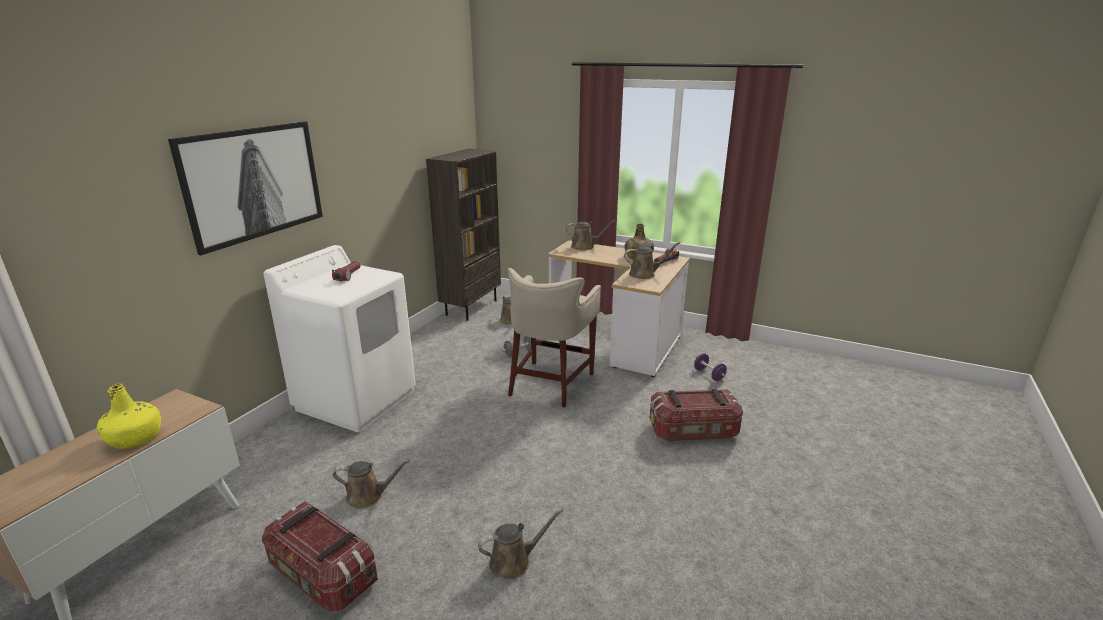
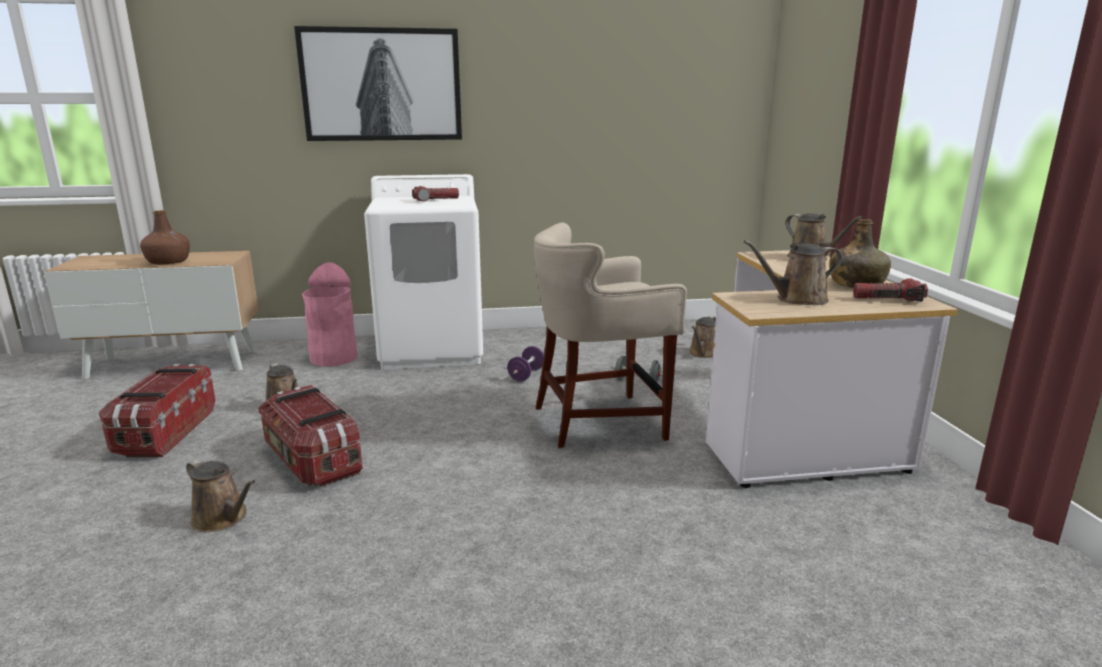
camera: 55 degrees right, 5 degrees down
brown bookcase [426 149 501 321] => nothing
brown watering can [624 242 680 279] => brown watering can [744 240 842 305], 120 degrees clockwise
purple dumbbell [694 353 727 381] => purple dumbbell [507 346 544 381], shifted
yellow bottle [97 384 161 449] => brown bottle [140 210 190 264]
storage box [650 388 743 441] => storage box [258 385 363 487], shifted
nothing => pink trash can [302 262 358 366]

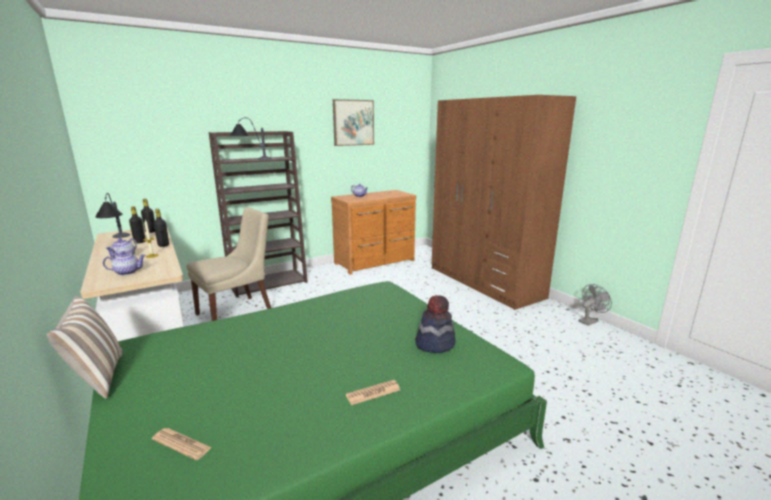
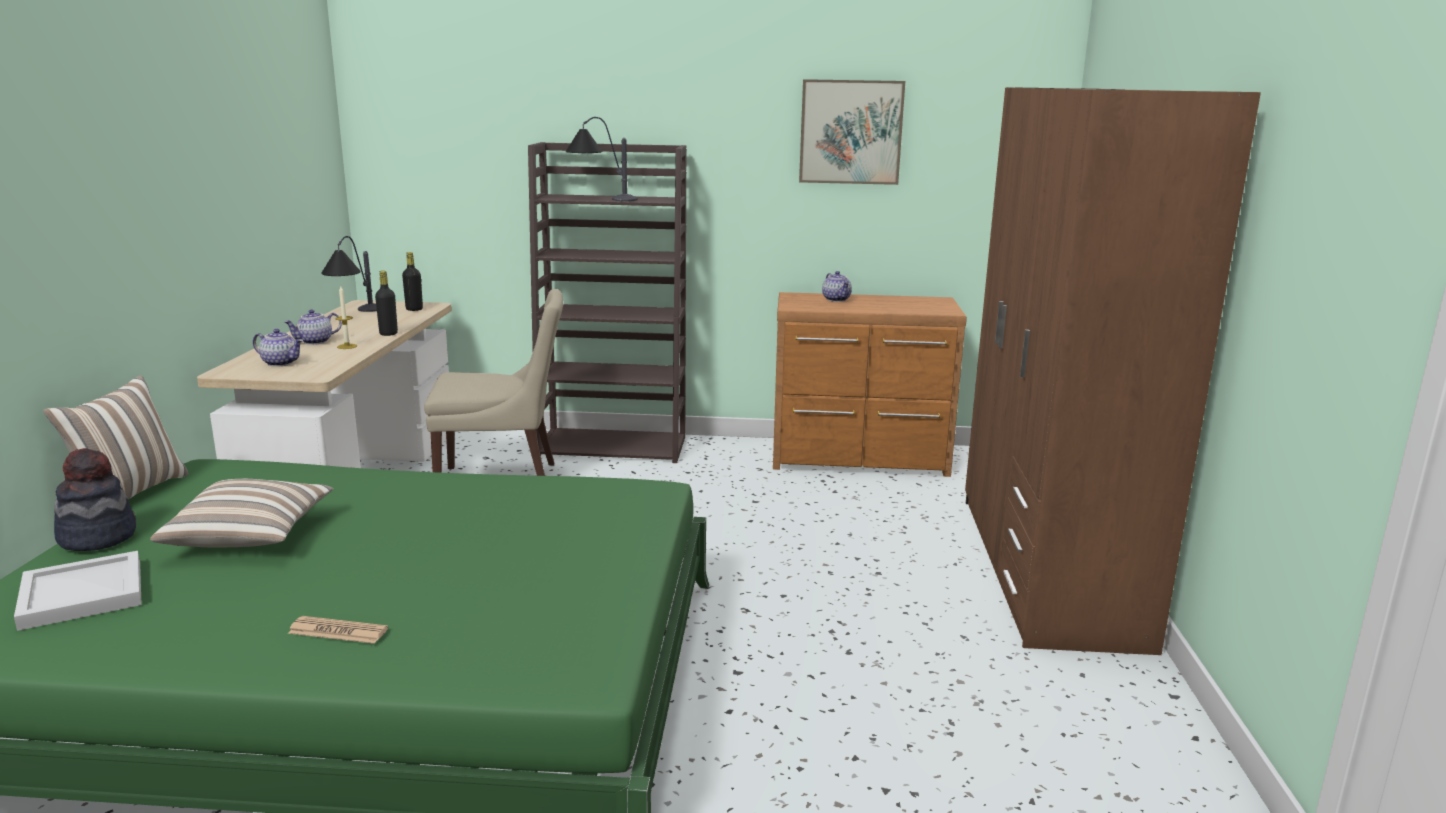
camera: 35 degrees right, 0 degrees up
black bottle [129 206 145 243] => nothing
grey fan [579 284 612 326] => nothing
hat [415 295 456 353] => hat [54 448 136 551], shifted
newspaper [152 428 212 460] => white tray [14 551 142 631]
nothing => pillow [150 479 334 548]

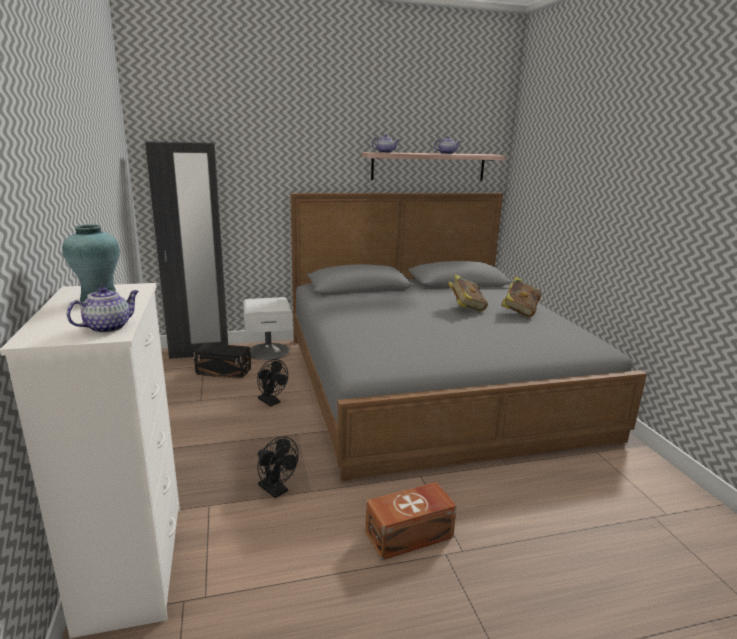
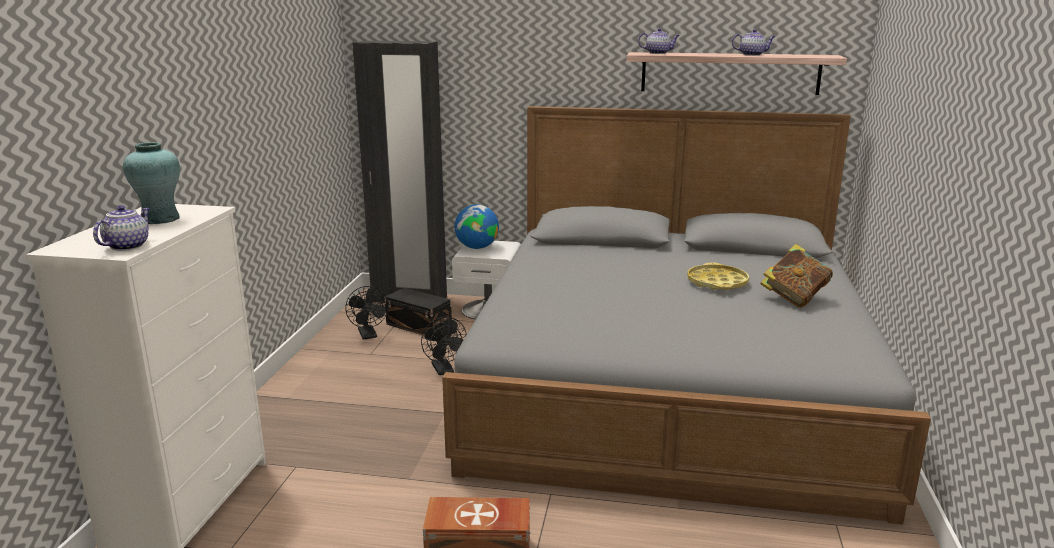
camera: 25 degrees right, 0 degrees up
book [448 275 488 311] => yellow tray [687 262 749 290]
teapot [66 287 139 333] => teapot [93 205 150 251], 45 degrees counterclockwise
black fan [257 436 298 498] => black fan [345 286 389 340], shifted
nothing => globe [455 204 499 249]

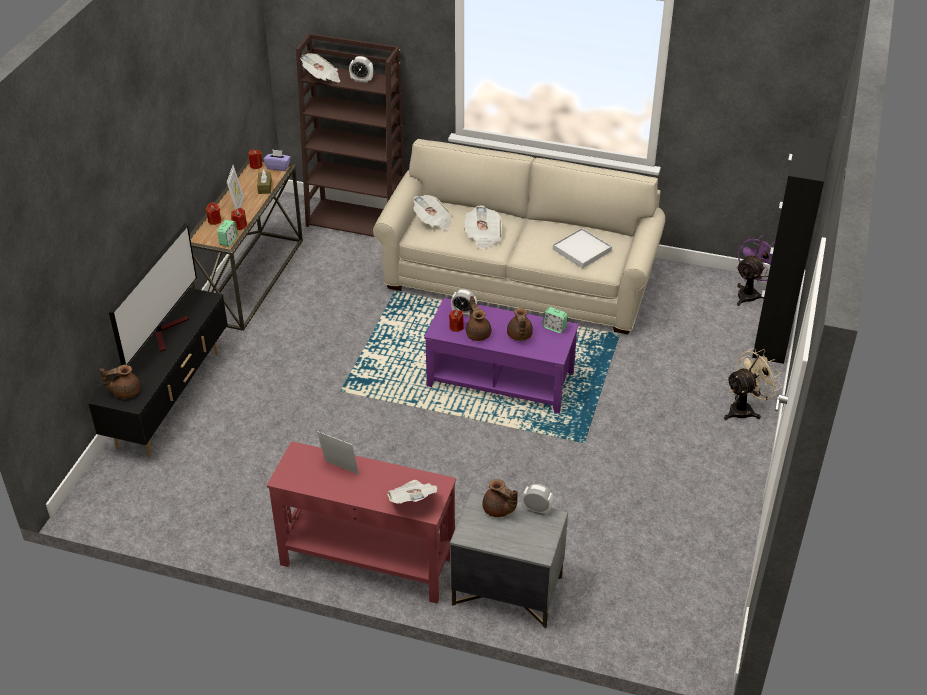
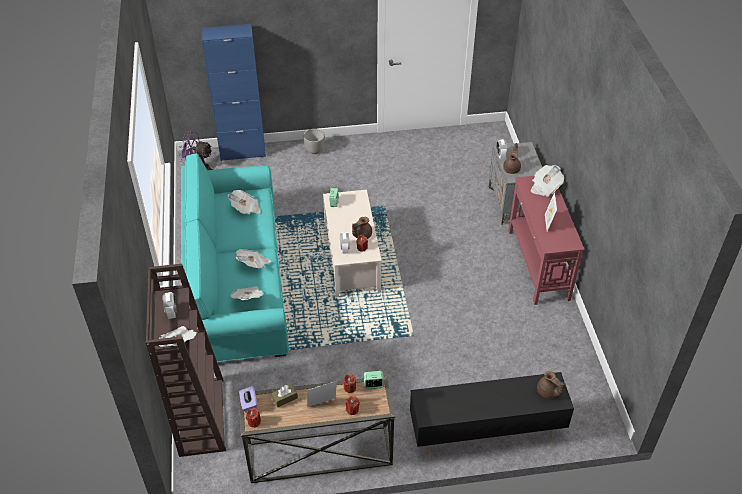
camera: 115 degrees left, 5 degrees up
black cabinet [752 136 831 364] => blue cabinet [201 24 266 161]
beige sofa [373 139 665 334] => turquoise sofa [181 153 289 362]
television [109 223 197 365] => nothing
white tray [553 228 612 268] => newspaper [228 190 261 214]
purple coffee table [424 298 579 414] => beige coffee table [323 190 382 297]
brown teapot [507 308 533 341] => nothing
beige fan [724 348 782 420] => planter [303 129 325 154]

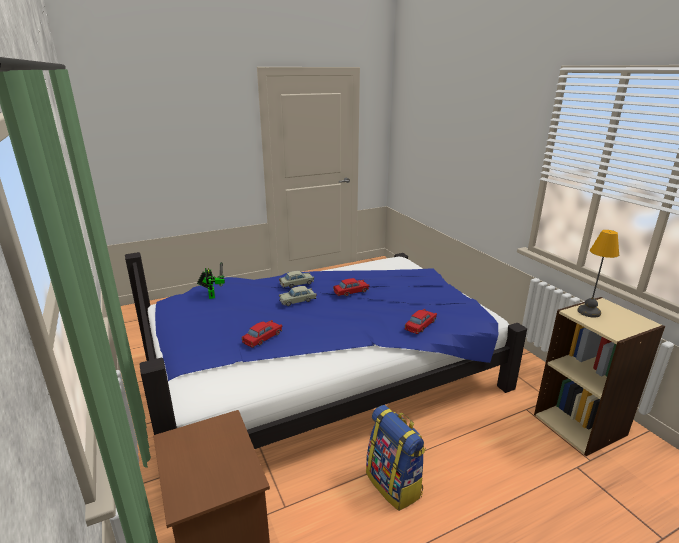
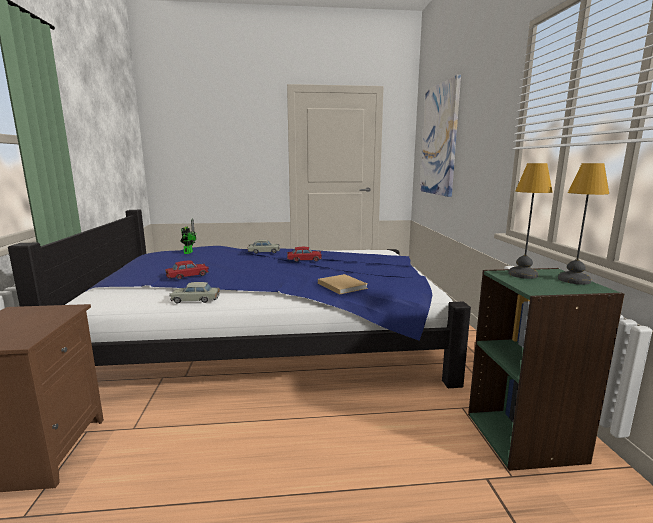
camera: 20 degrees right, 10 degrees down
beige toy car [279 286 317 306] => beige toy car [169 282 219 303], shifted
beige bookcase [534 297 665 456] => green bookcase [468 268 624 471]
red toy car [404 309 437 334] => beige book [318 274 368 294]
backpack [366 405 426 511] => nothing
nothing => picture [420 75 461 197]
nothing => table lamp [558 163 609 285]

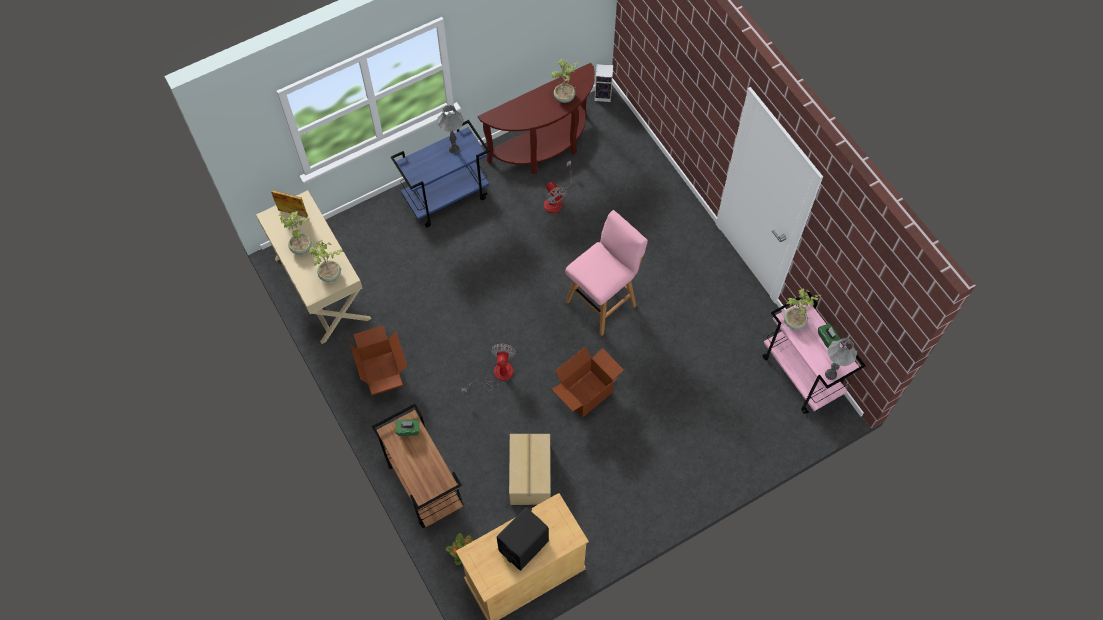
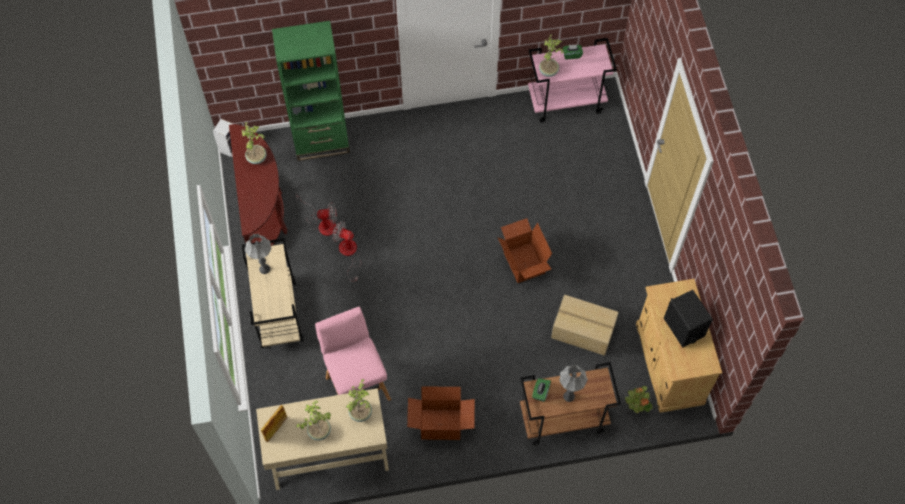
camera: 70 degrees left, 0 degrees up
blue cart [391 120 489 227] => beige cart [242 238 303 348]
pink stool [565 210 648 336] => pink stool [315 306 391 401], shifted
grey table lamp [825 338 857 380] => grey table lamp [560 365 588 402], shifted
fan [461 344 516 392] => fan [332 221 361 282], shifted
nothing => green bookcase [272 21 350 161]

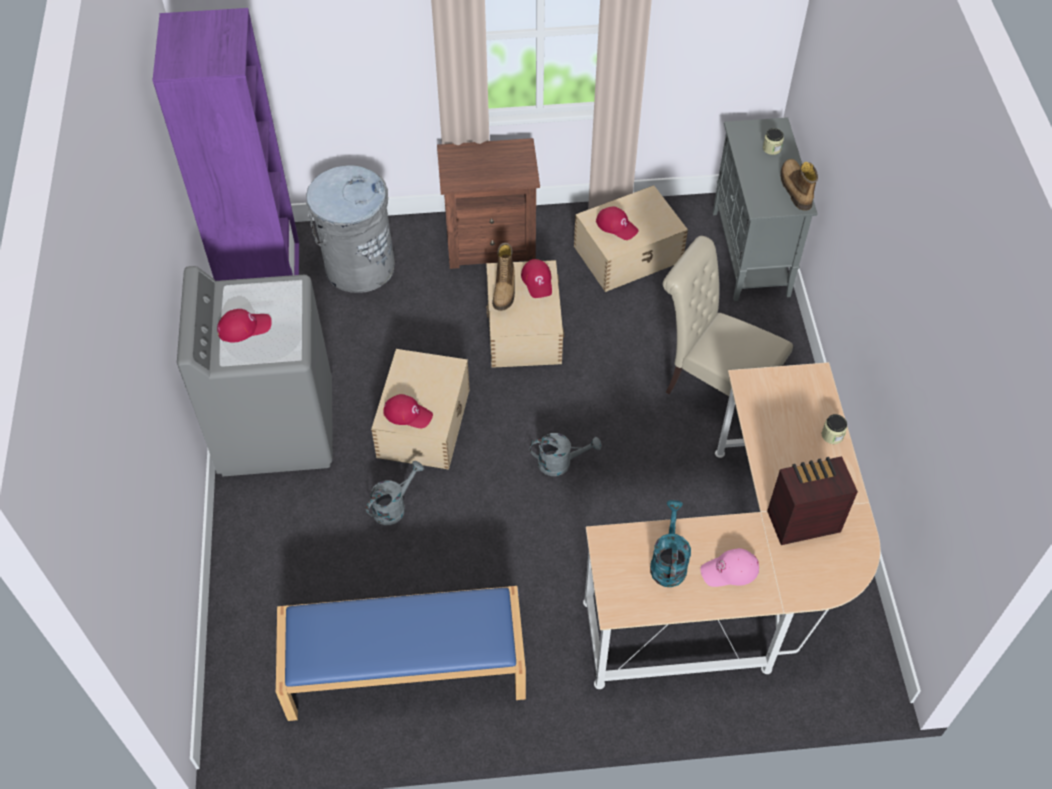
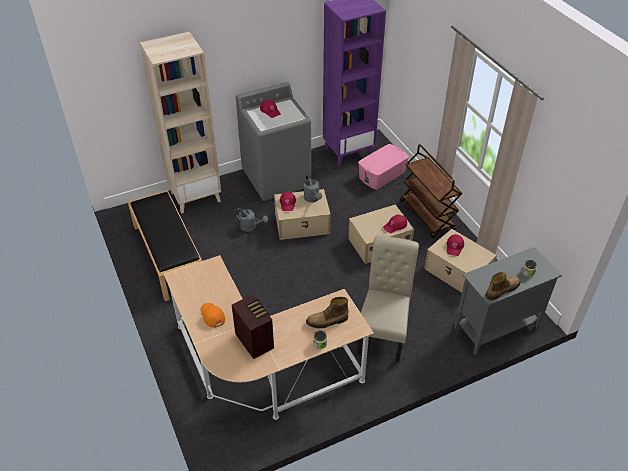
camera: 70 degrees right, 10 degrees down
brown nightstand [437 138 540 269] => brown cart [400 144 462 238]
grey trash can [306 166 395 293] => pink storage box [358 144 409 190]
boot [492 243 515 311] => boot [306 297 348 328], shifted
grey watering can [530 433 602 476] => grey watering can [304 175 322 202], shifted
turquoise watering can [650 500 691 587] => nothing
pink cap [700 548 759 587] => orange cap [200 303 225 328]
blue bench [276 586 526 721] => black bench [128 190 202 301]
nothing => beige bookcase [140 32 221 214]

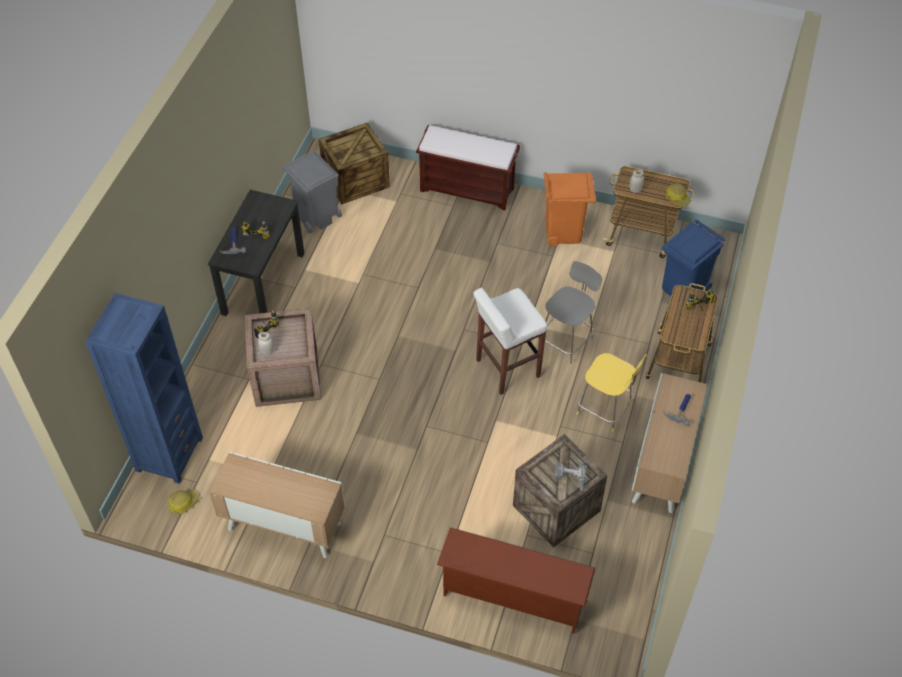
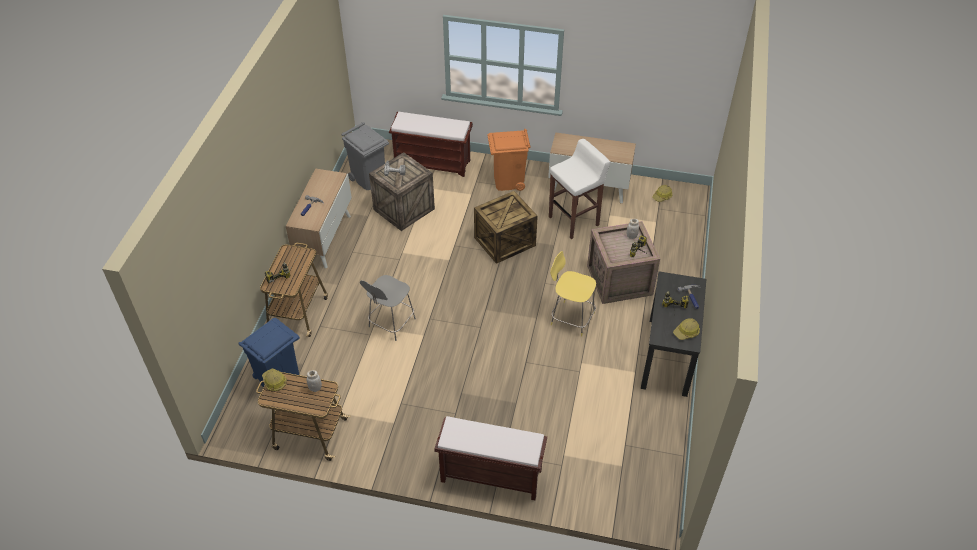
camera: 175 degrees right, 5 degrees down
crate [319 123 390 204] => crate [474 191 538 264], shifted
grey trash can [282 151 342 233] => grey trash can [341 122 389 190], shifted
orange trash can [543 172 596 246] => orange trash can [488 129 531 191], shifted
white stool [474 287 548 395] => white stool [549 139 610 239], shifted
blue bookcase [85 293 203 483] => nothing
yellow stool [577 353 647 432] => yellow stool [550 251 596 337], shifted
brown shoe rack [437 527 596 634] => brown bench [389 112 473 177]
nothing => hard hat [673 318 700 340]

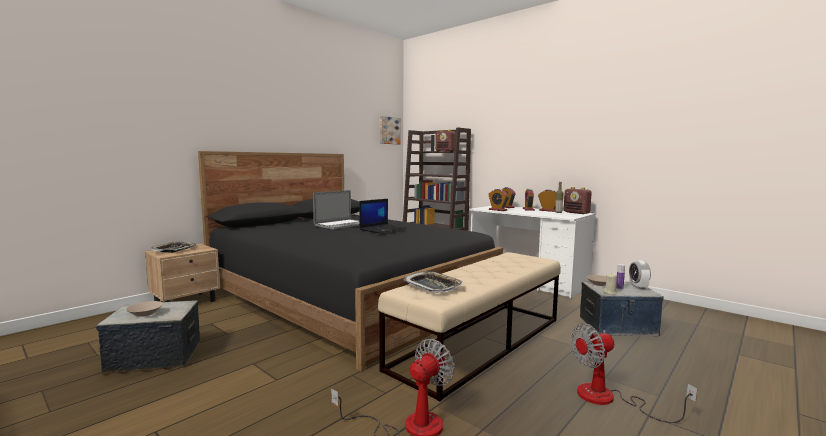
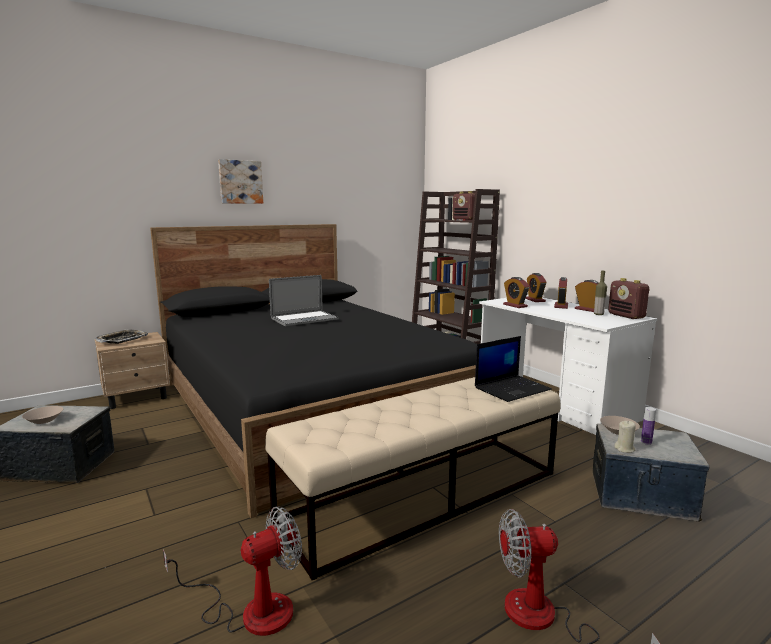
camera: 15 degrees right, 5 degrees up
picture [380 116 401 145] => picture [218 159 263 204], shifted
laptop [359 199 406 233] => laptop [475 336 552 402], shifted
alarm clock [629 260 651 289] => nothing
tray [404 271 463 293] => nothing

